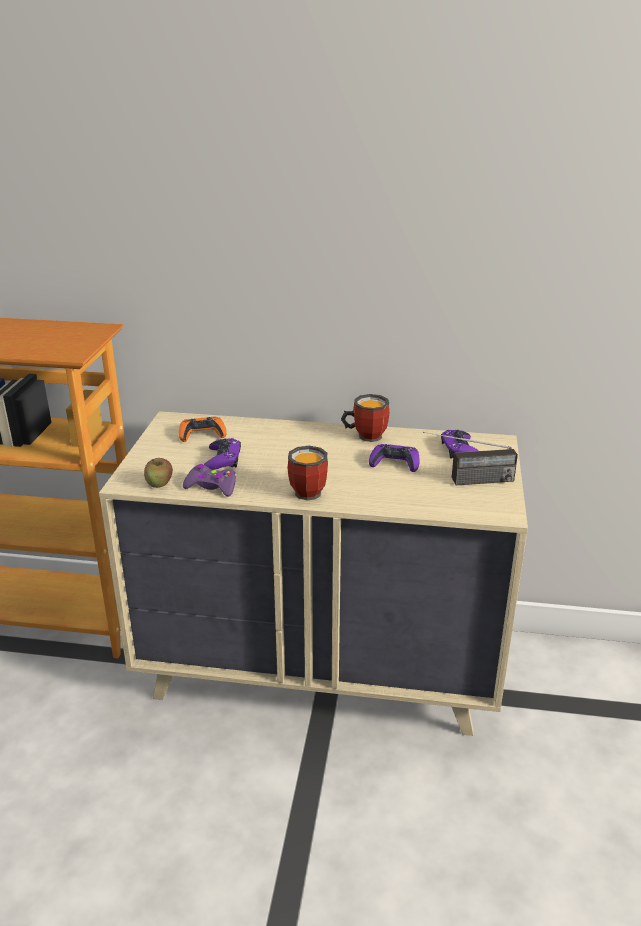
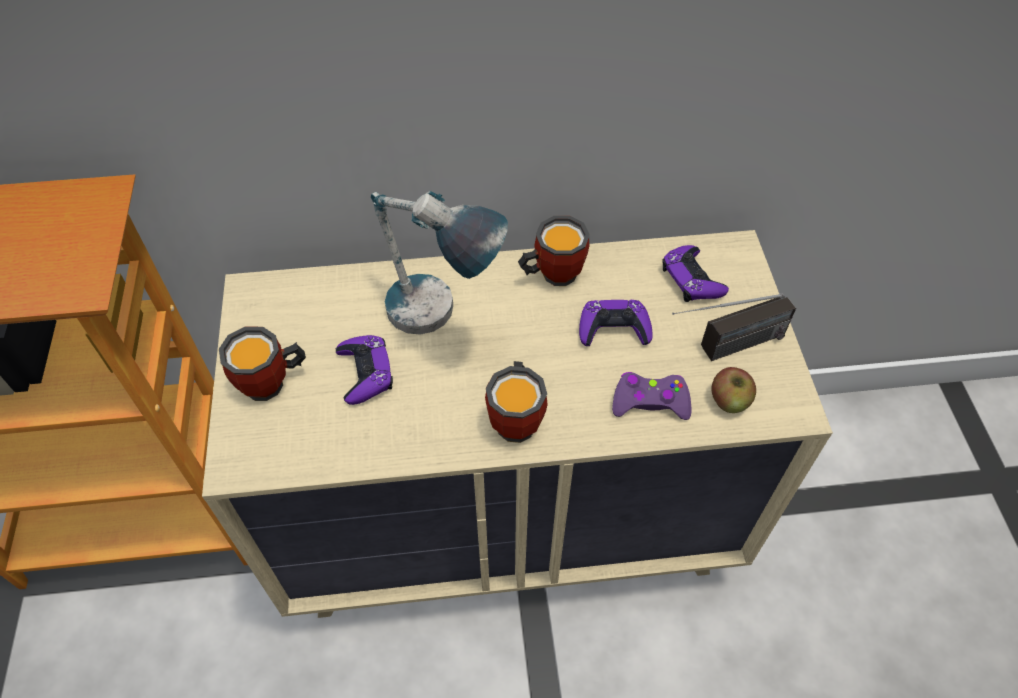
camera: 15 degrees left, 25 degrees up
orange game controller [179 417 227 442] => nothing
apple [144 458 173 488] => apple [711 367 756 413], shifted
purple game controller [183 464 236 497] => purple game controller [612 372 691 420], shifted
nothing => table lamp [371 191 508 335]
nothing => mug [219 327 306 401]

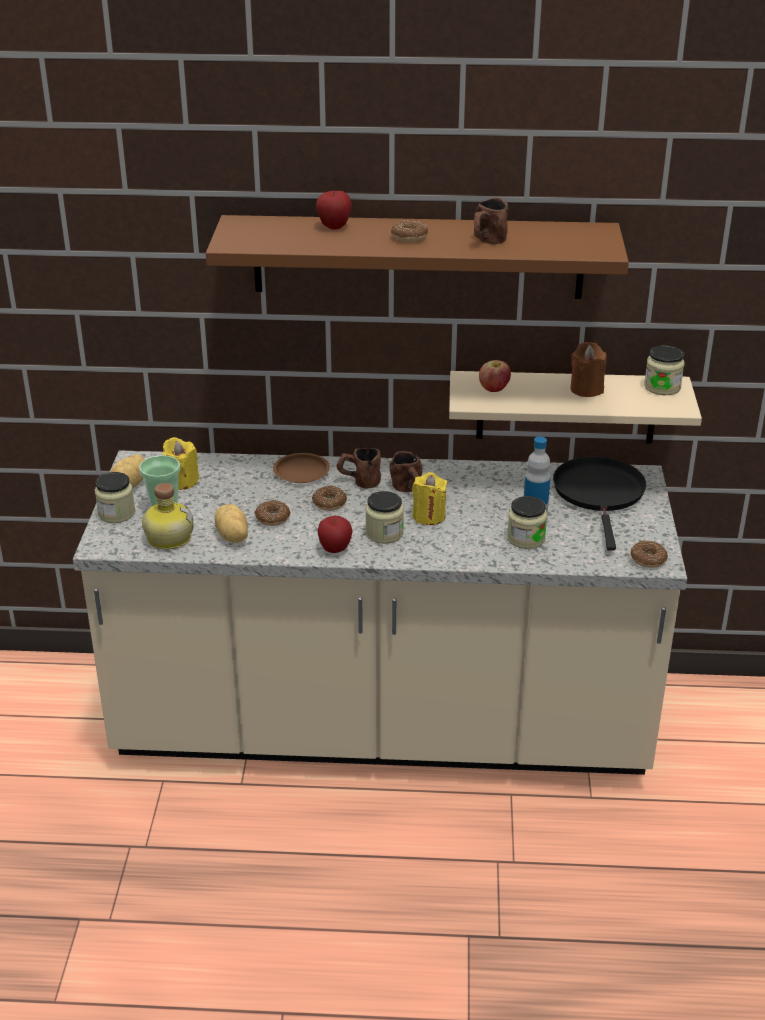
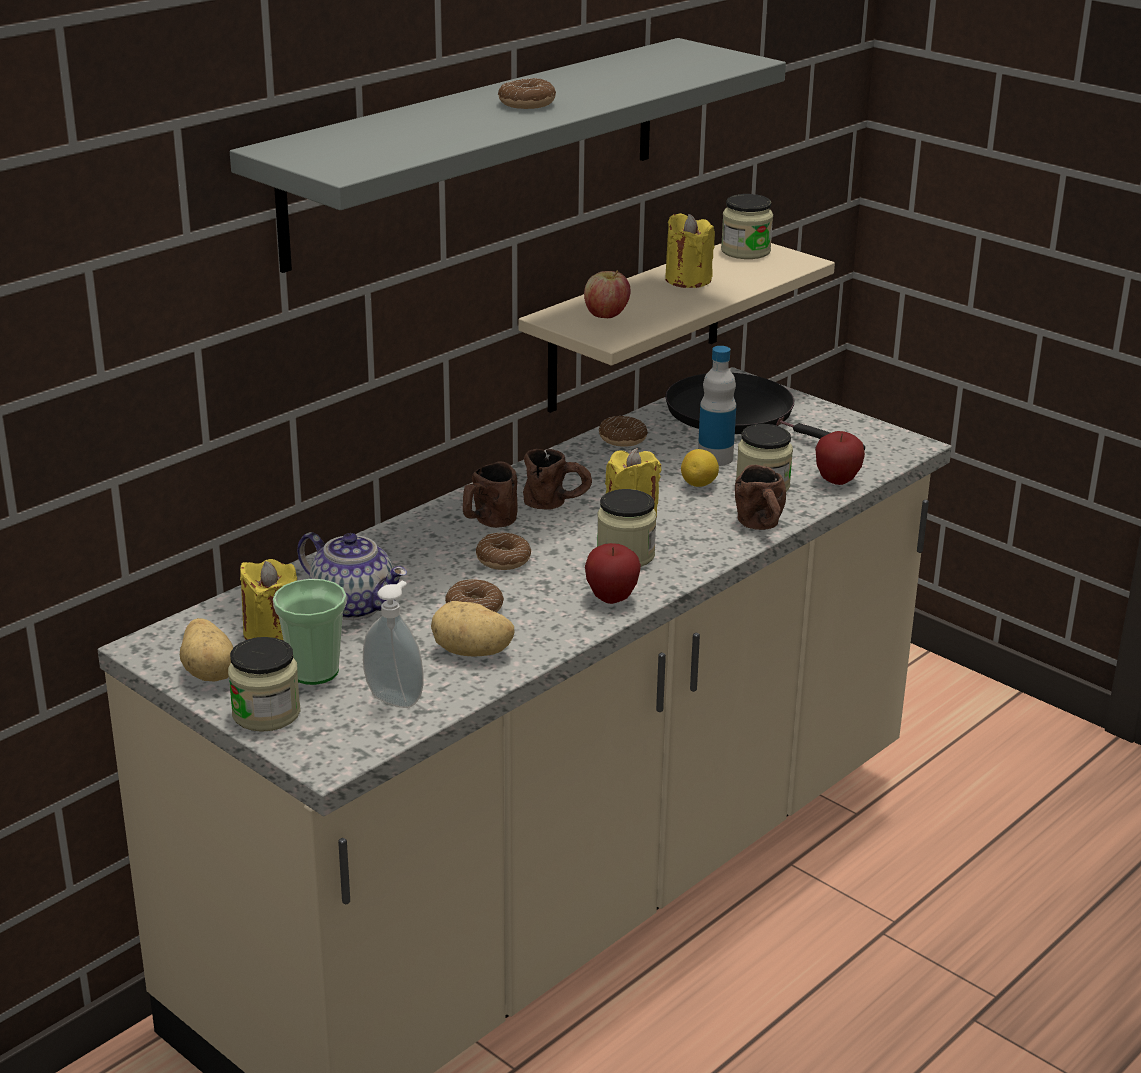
camera: 50 degrees left, 5 degrees down
apple [316 191 352 229] => apple [815 431 865 485], shifted
brown mug [474 197 508 244] => brown mug [735 465 786 530], shifted
brown shelf [206 215 629 299] => grey shelf [230 38 786 273]
brown candle [570 342 607 397] => yellow candle [665 213 715 288]
brown plate [273 453 330 483] => nothing
bottle [142 483 194 550] => soap dispenser [363 581 424 708]
donut [631 541 668 568] => donut [599 416 648 447], shifted
nothing => lemon [681 449 719 487]
nothing => teapot [297 532 407 620]

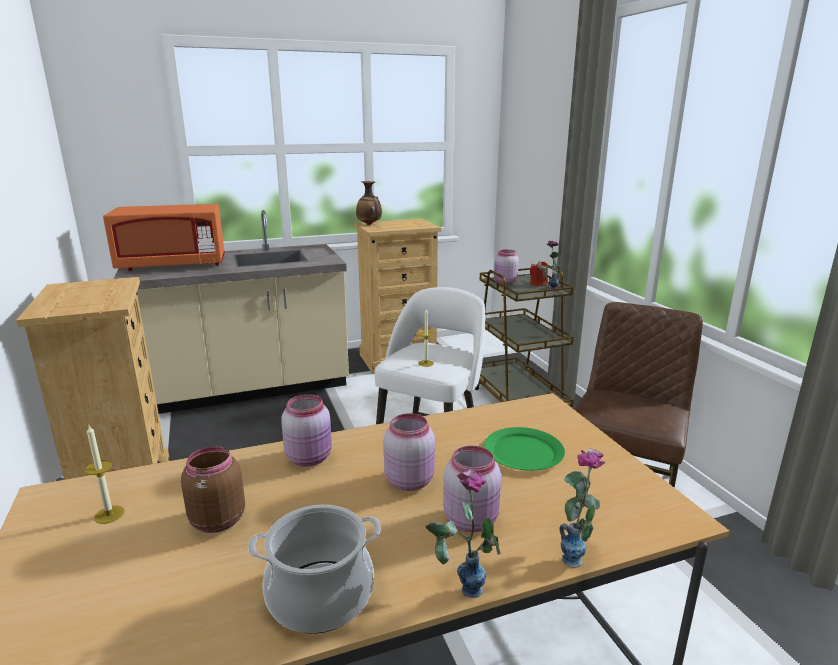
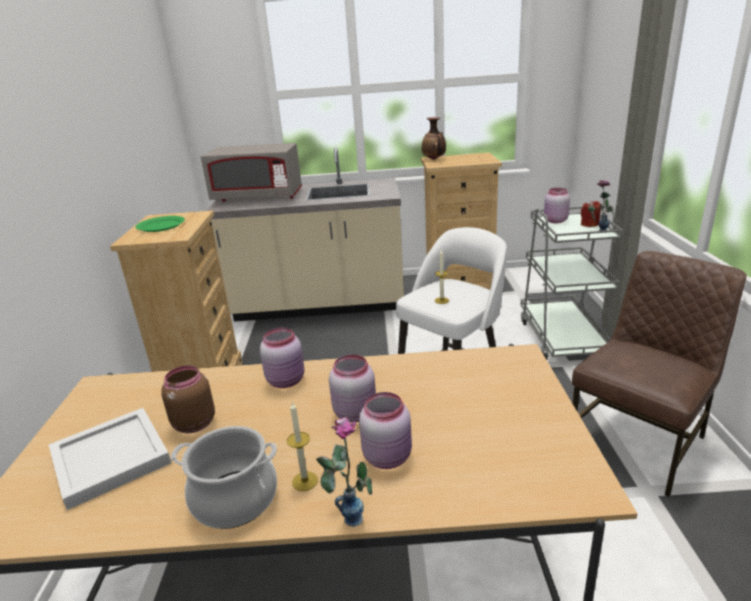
camera: 20 degrees right, 5 degrees up
orange microwave [103 204 225 271] => grey microwave [201 143 302 202]
brown cart [475 265 574 407] => grey cart [521 204 623 360]
candle [85 426 124 524] => candle [287 402 318 491], shifted
green plate [484 427 565 471] => green plate [135 216 185 232], shifted
vase [559 448 605 568] => nothing
nothing => white tray [49 408 171 510]

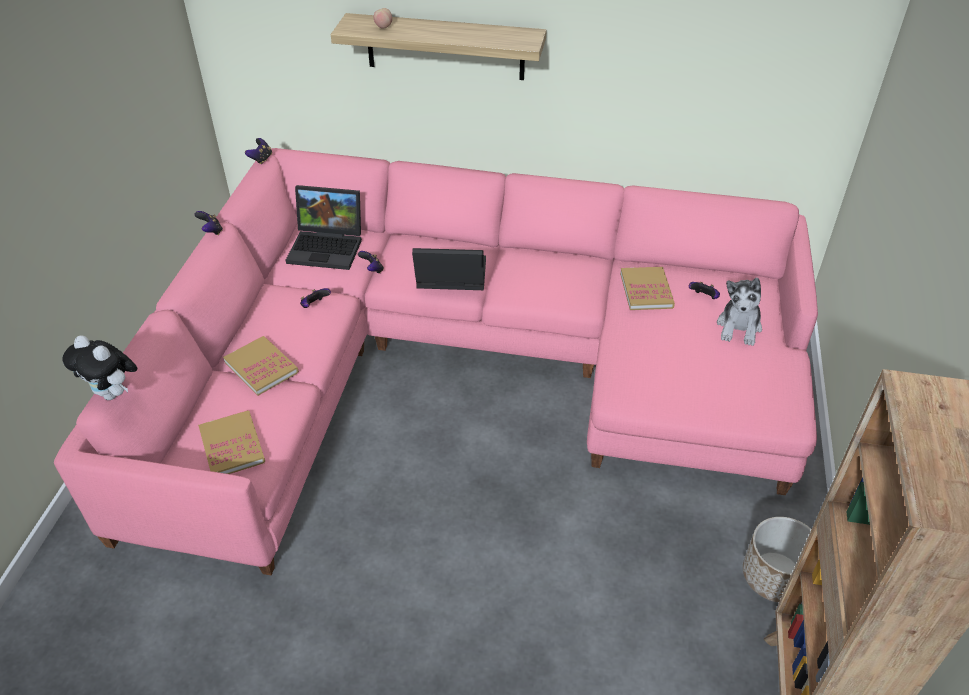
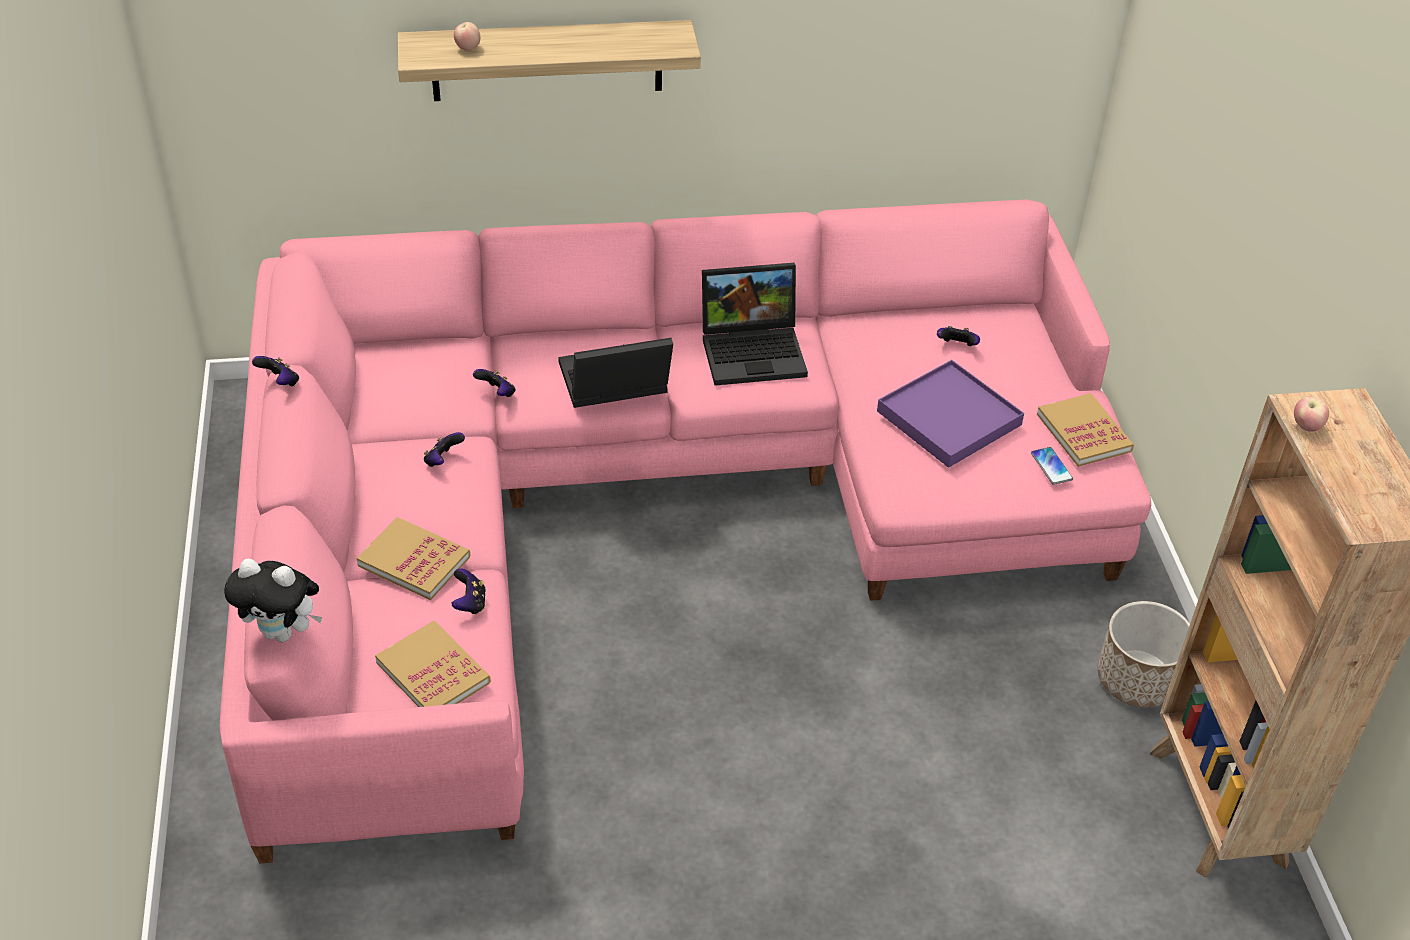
camera: 20 degrees left, 0 degrees up
game controller [245 138 272 164] => game controller [451 568 486 615], shifted
laptop [286 185 362 270] => laptop [702 263 808 386], shifted
book [620 267 675 310] => book [1037 393 1134 467], shifted
plush toy [717 278 762 346] => nothing
nothing => purple tray [877 360 1024 468]
nothing => apple [1294 396 1329 432]
nothing => phone [1031 447 1073 485]

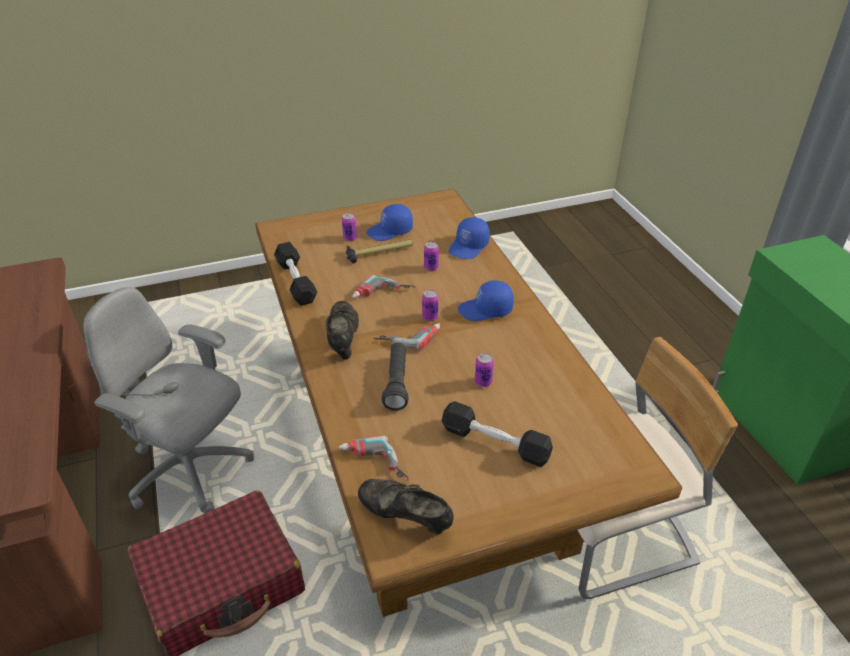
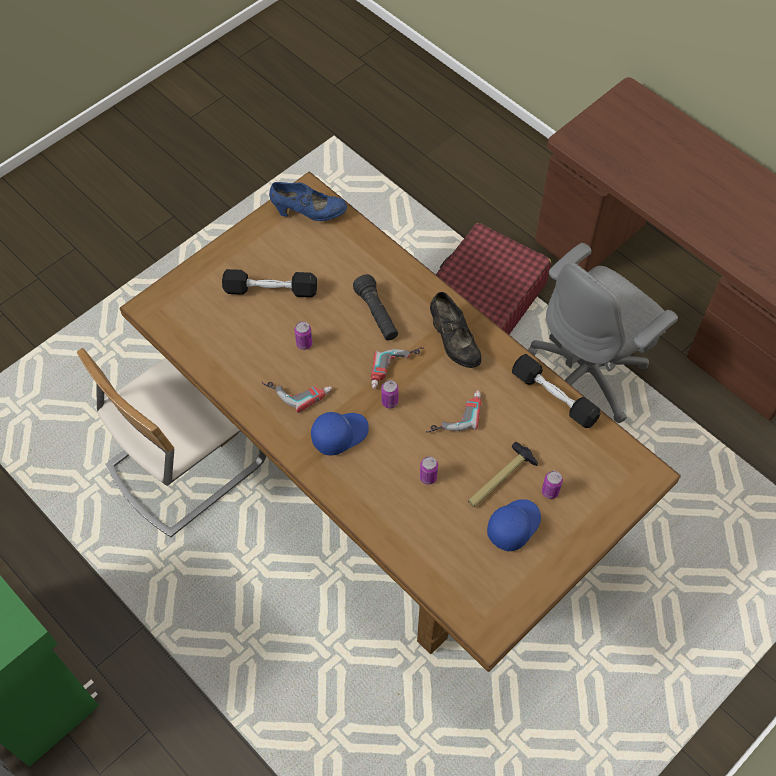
camera: 155 degrees right, 20 degrees up
blue cap [448 217 490 259] => nothing
grey office chair [83 287 254 514] => grey office chair [528 243 678 423], 135 degrees clockwise
power drill [338 435 409 481] => power drill [262 382 332 413], shifted
black shoe [358 479 453 534] => blue shoe [269 182 347 221]

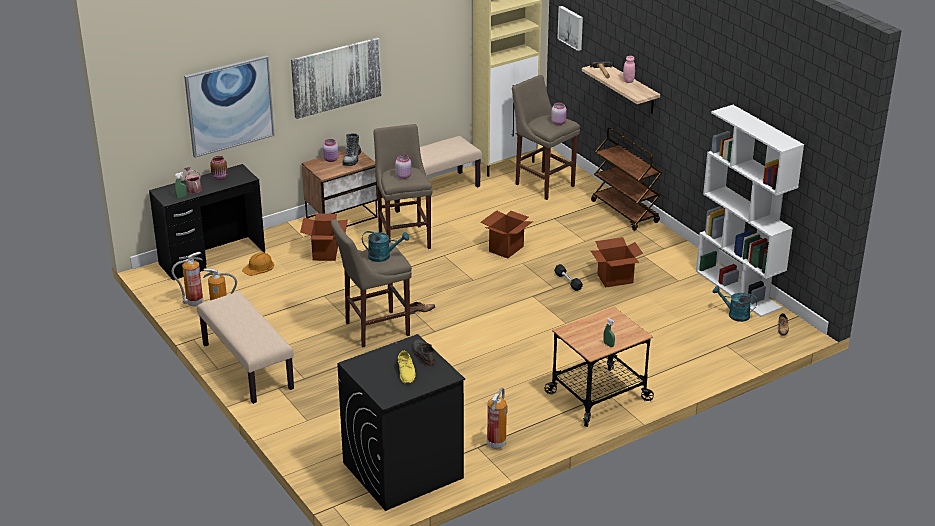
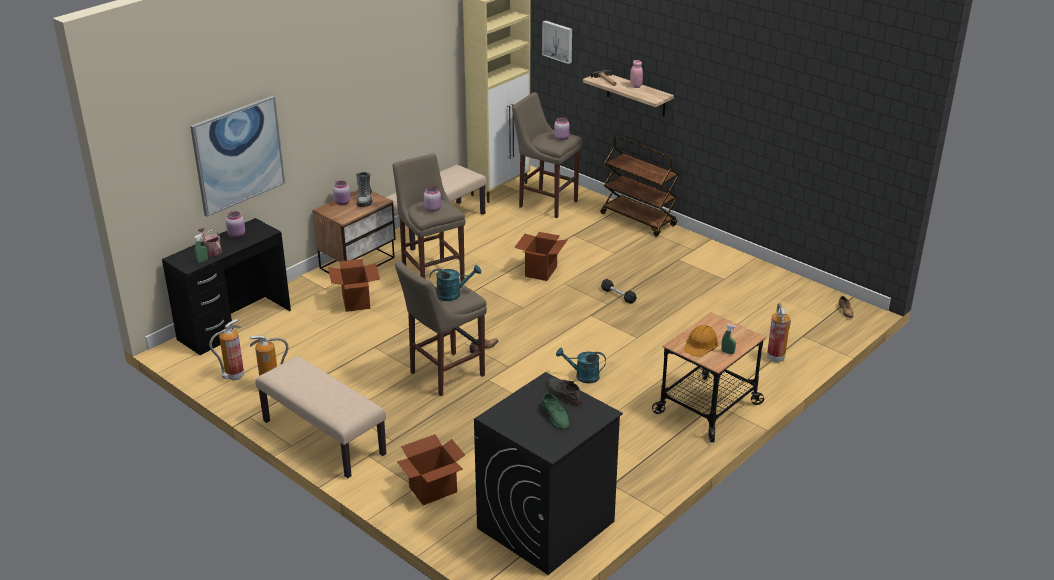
camera: 15 degrees left, 0 degrees up
picture [291 38 381 119] => nothing
white bookcase [696 105 804 317] => nothing
brown jar [210 156 228 180] => pink jar [226 211 245 238]
cardboard box [591 237 643 287] => cardboard box [397 434 465 505], shifted
orange hard hat [242 252 274 276] => orange hard hat [684 325 719 357], shifted
turquoise watering can [713 286 757 322] => turquoise watering can [556 348 606 384], shifted
yellow shoe [398 351 416 384] => green shoe [541 393 569 429]
fire extinguisher [487 388 507 449] => fire extinguisher [767 303 791 363], shifted

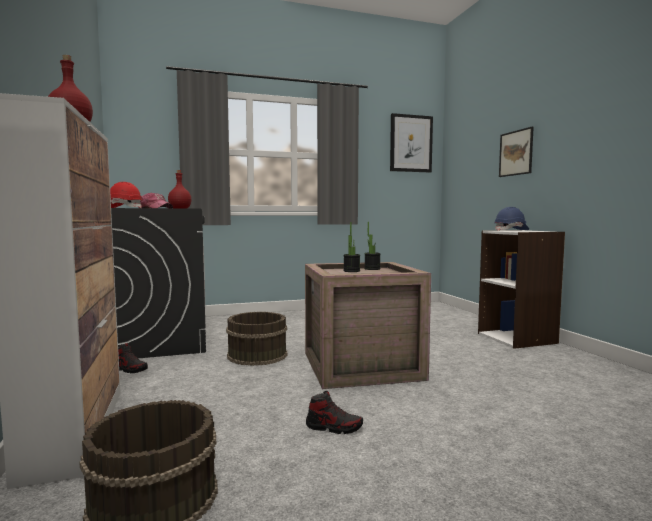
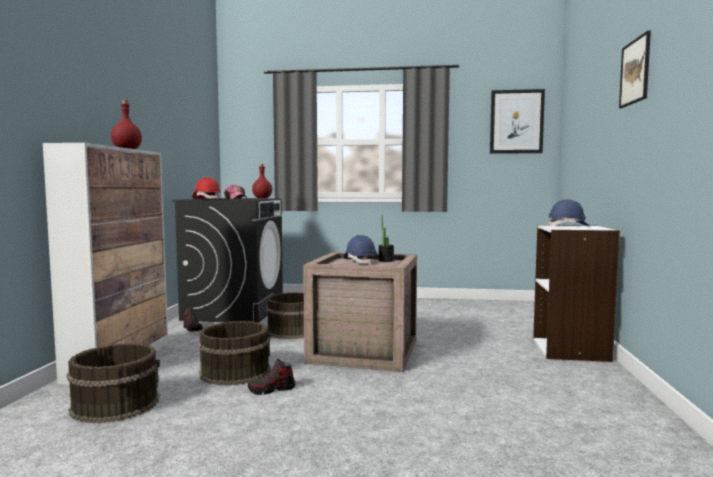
camera: 25 degrees right, 0 degrees up
picture [499 127 534 177] => picture [619 31 651 108], shifted
potted plant [343 222 360 272] => blue hard hat [344 235 377 264]
shoe [306 391 363 434] => shoe [248 359 295 395], 120 degrees clockwise
nothing => brown bucket [198 321 271 386]

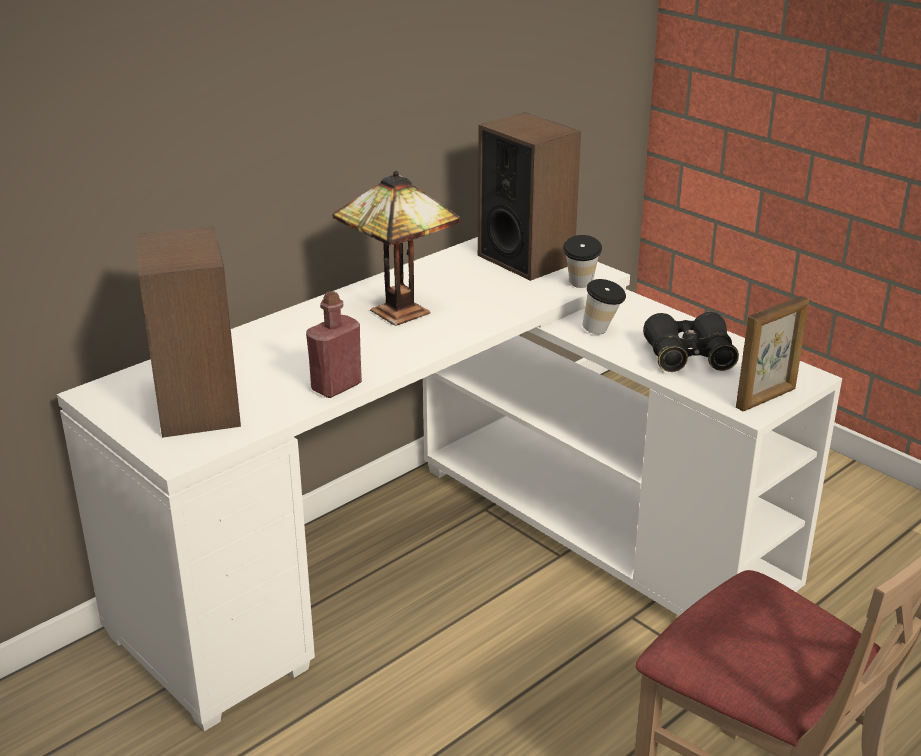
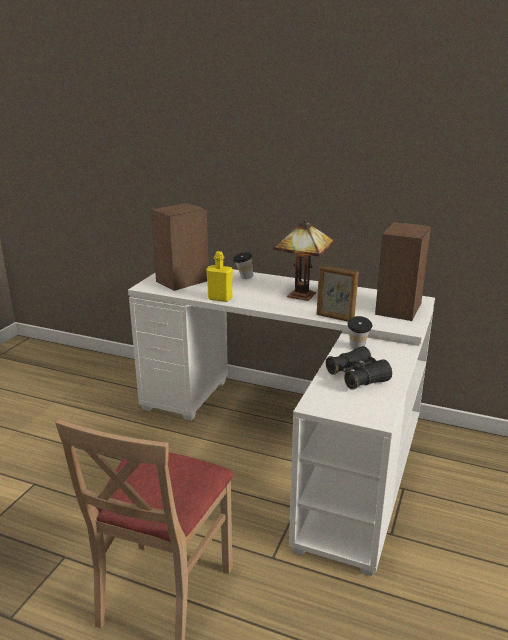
camera: 65 degrees right, 5 degrees down
cup [563 235 602 288] => cup [233 252 253 279], shifted
red bottle [306 291 362 398] => yellow bottle [206 251 233 302]
picture frame [736 296 809 411] => picture frame [317 265 358 322], shifted

